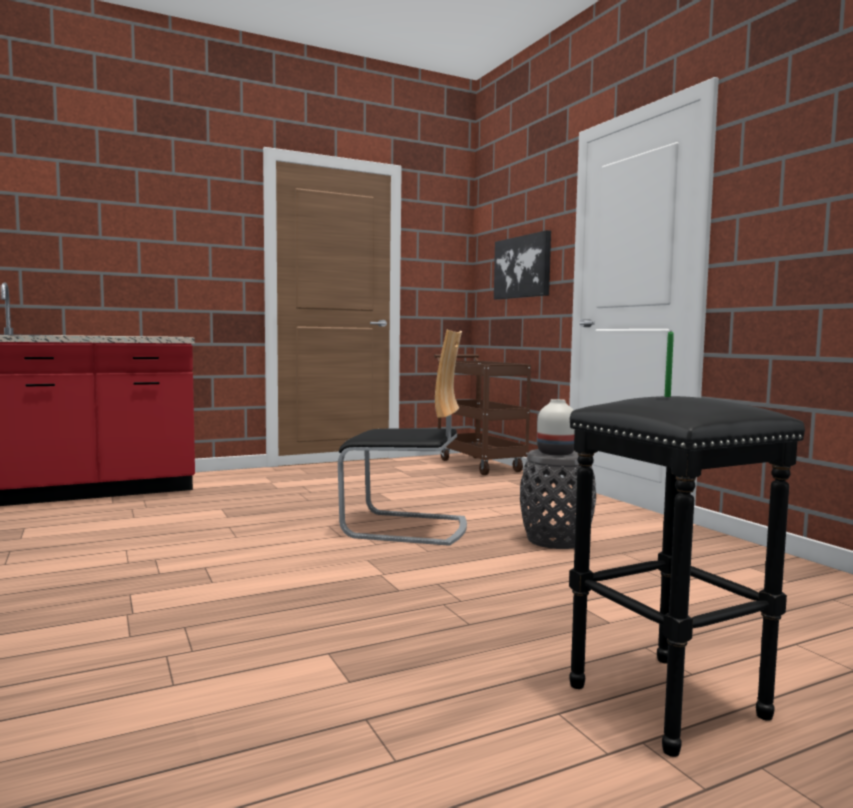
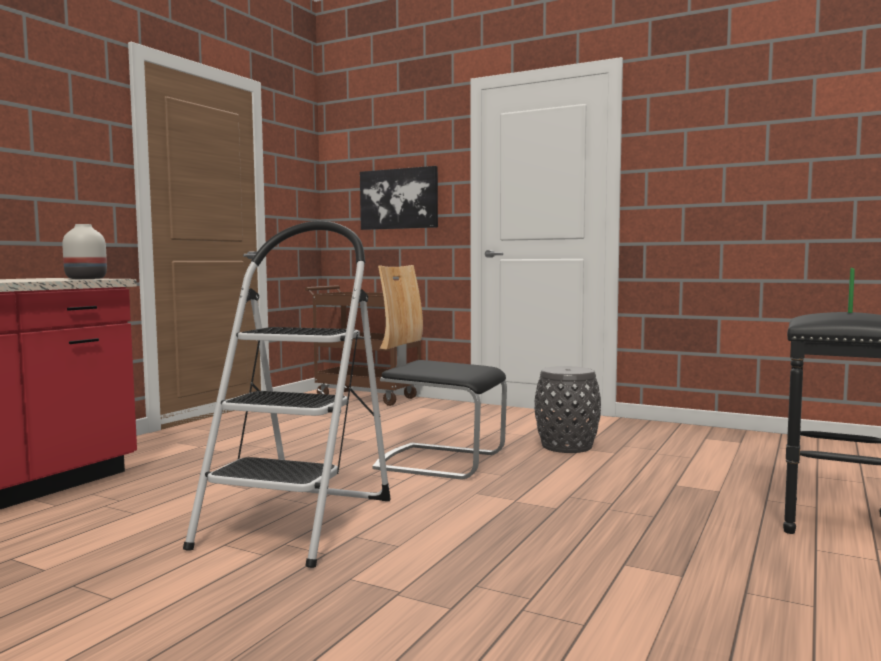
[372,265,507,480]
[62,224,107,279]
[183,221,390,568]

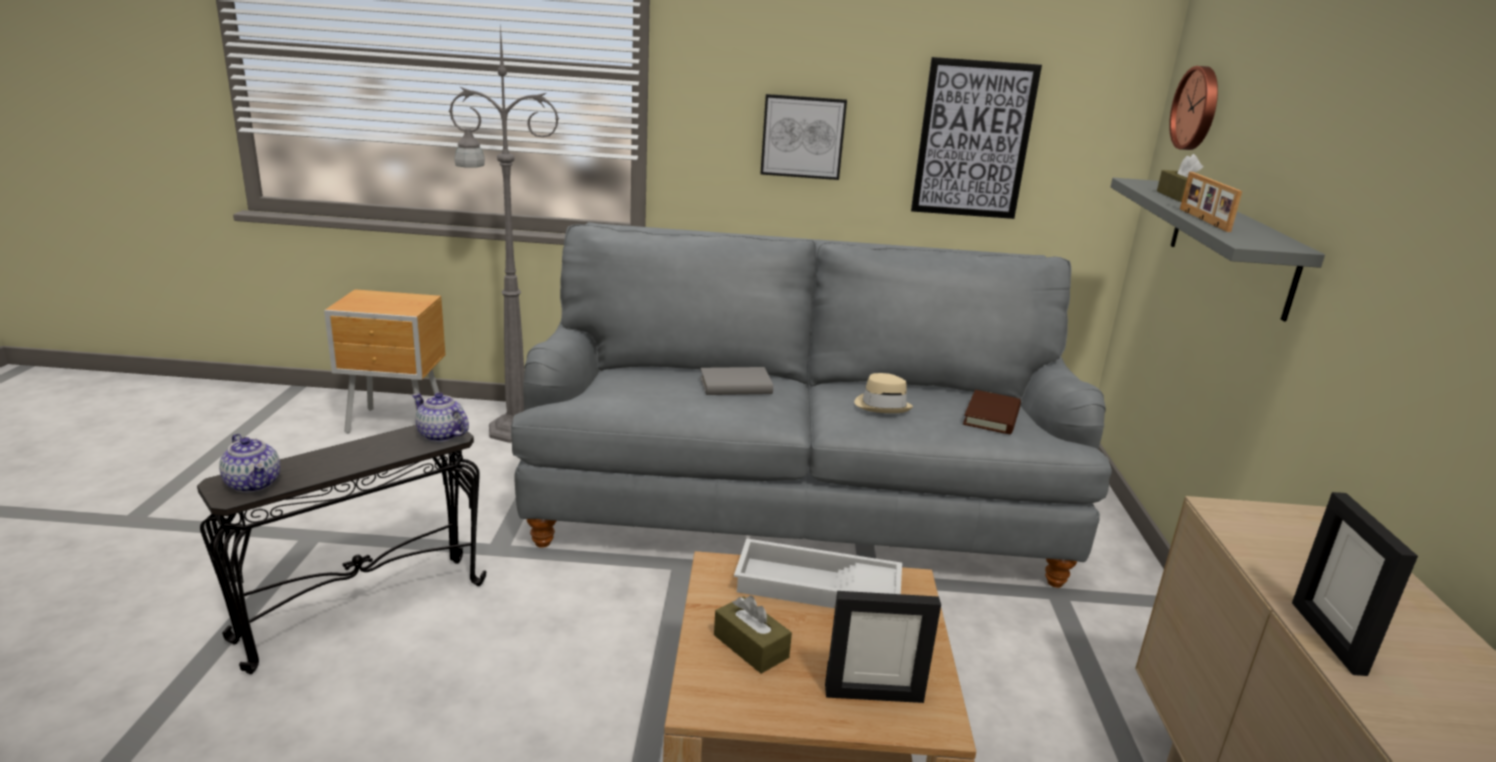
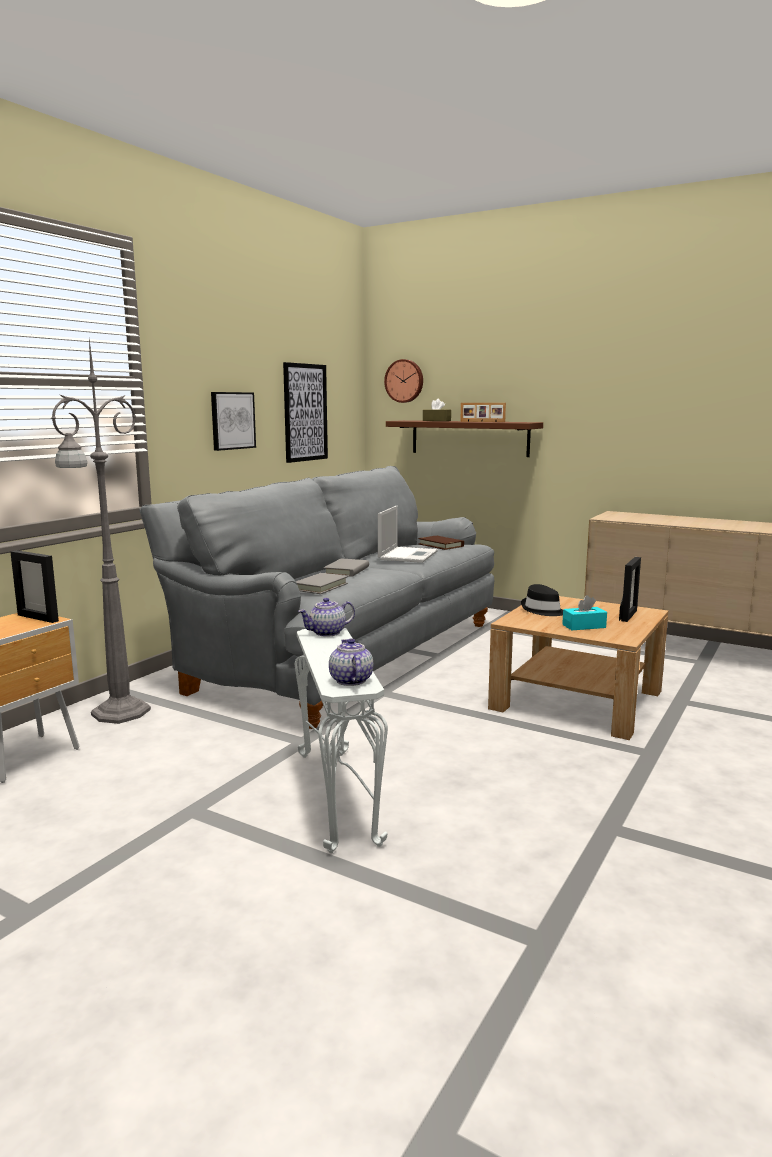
[386,420,543,457]
[378,506,438,563]
[295,628,388,853]
[329,638,373,686]
[10,550,59,623]
[521,584,563,616]
[562,595,607,630]
[296,573,348,594]

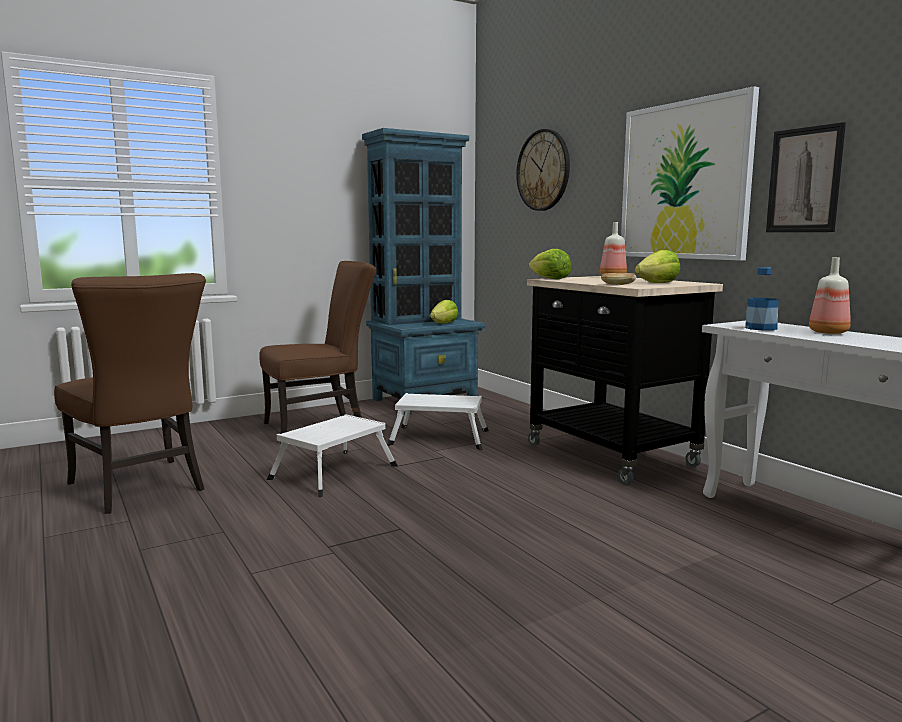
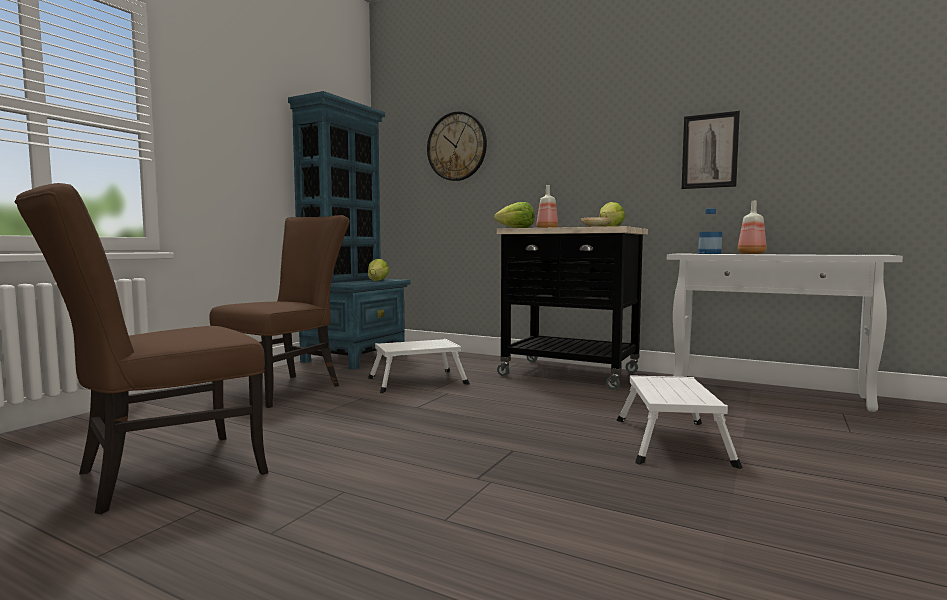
[621,86,759,261] (first image)
[15,183,268,514]
[616,375,743,469]

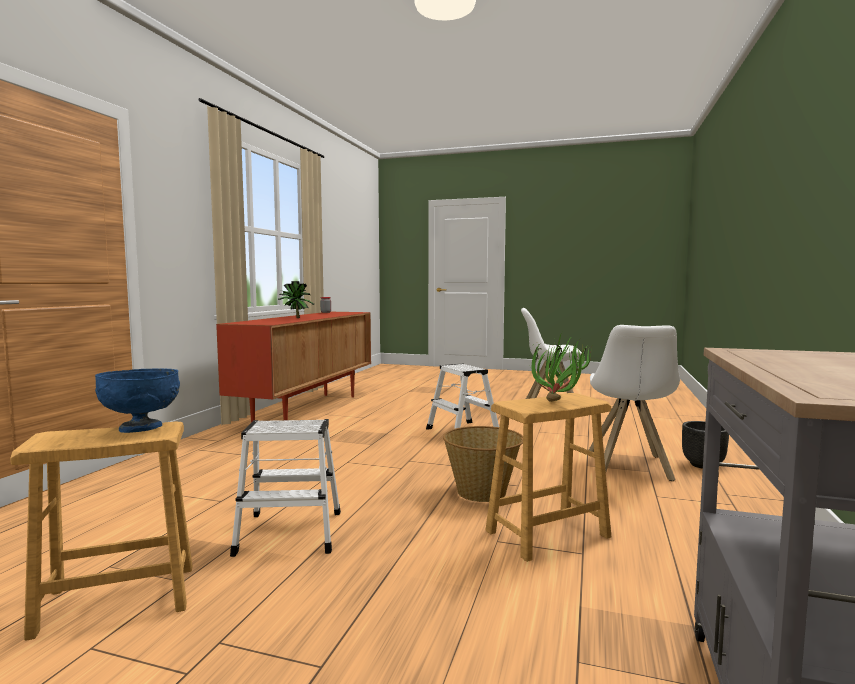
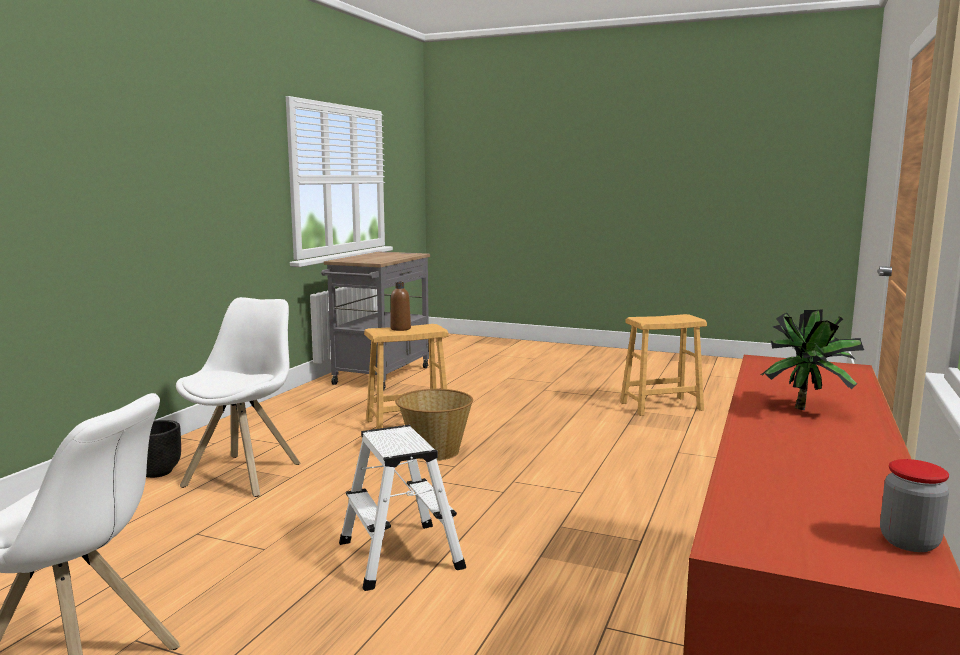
[390,282,411,331]
[95,368,180,433] (first image)
[230,419,341,557] (first image)

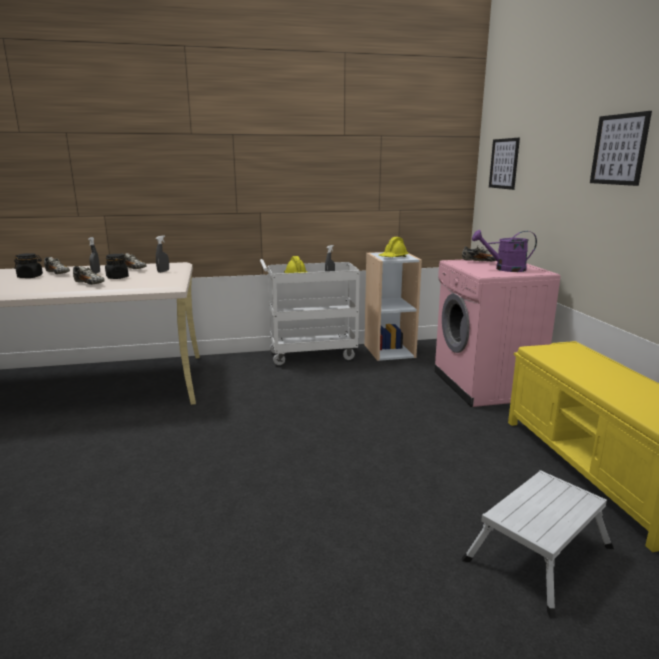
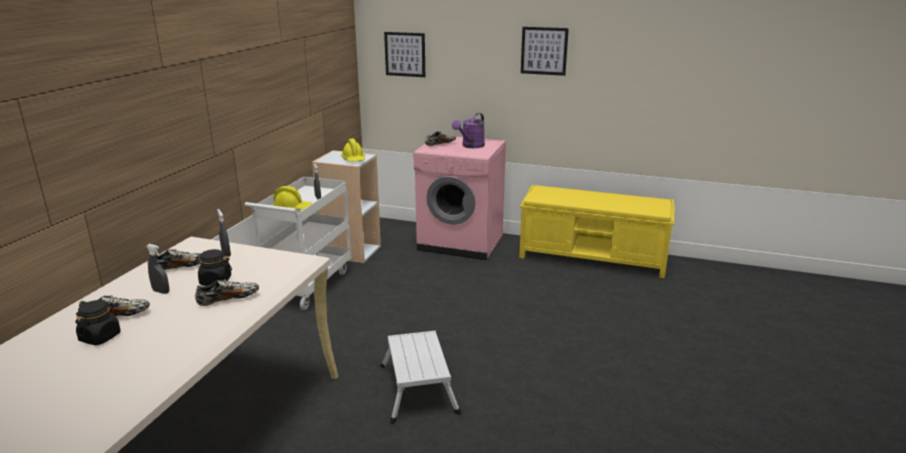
[380,331,462,424]

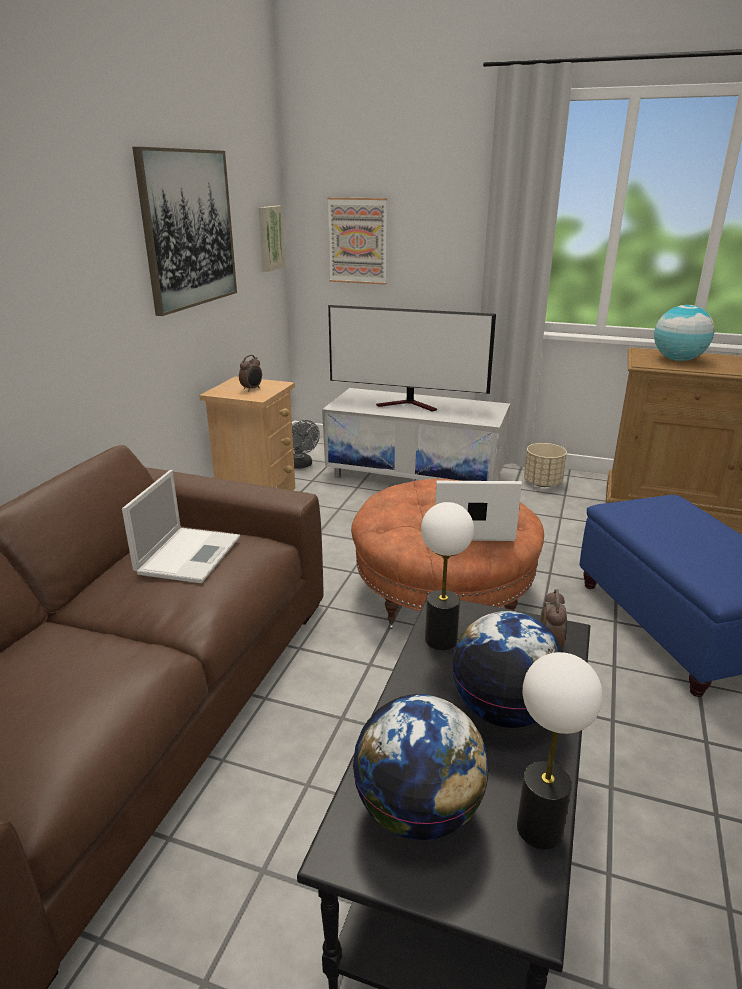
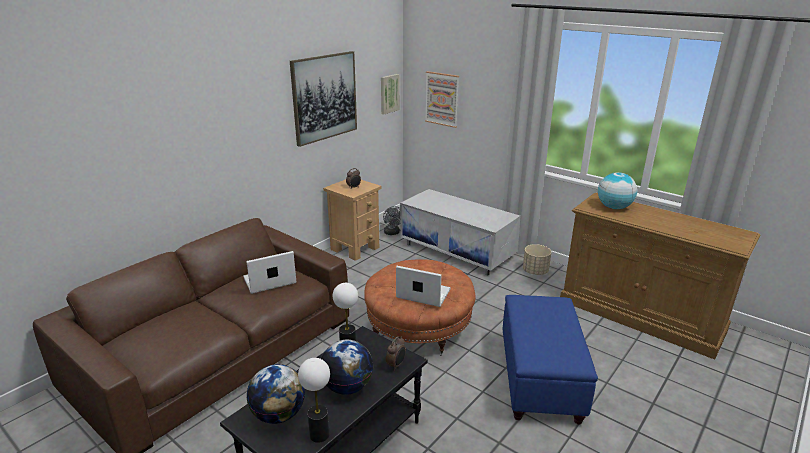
[328,305,496,412] (first image)
[243,251,296,294]

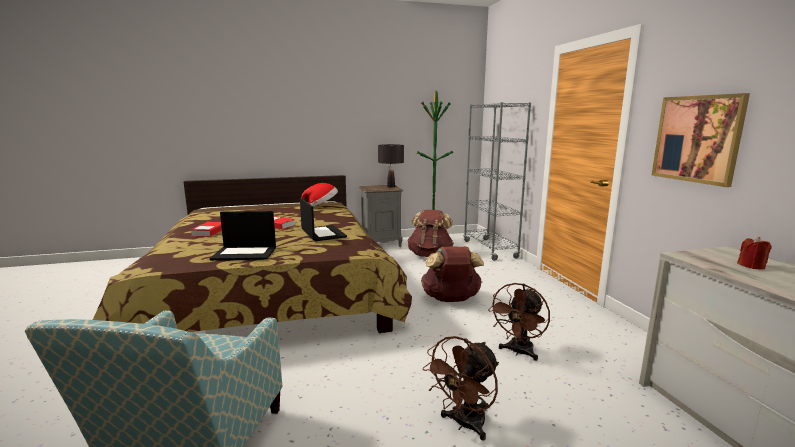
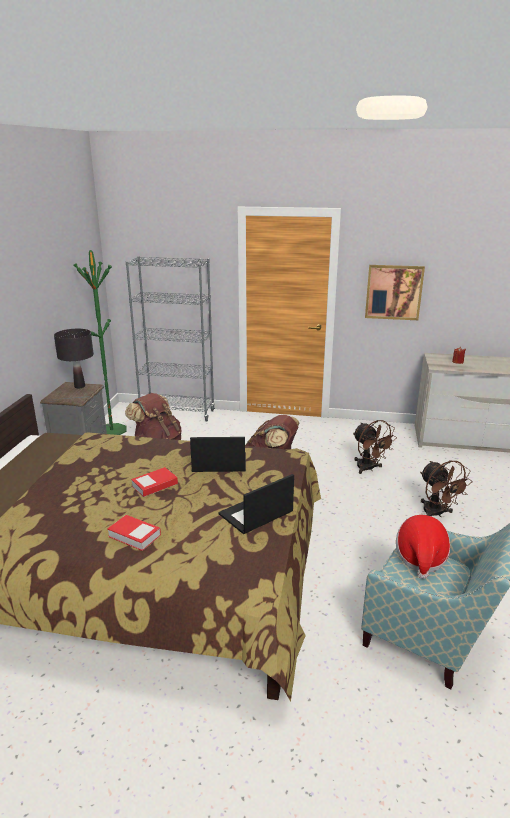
[396,515,450,579]
[218,474,294,534]

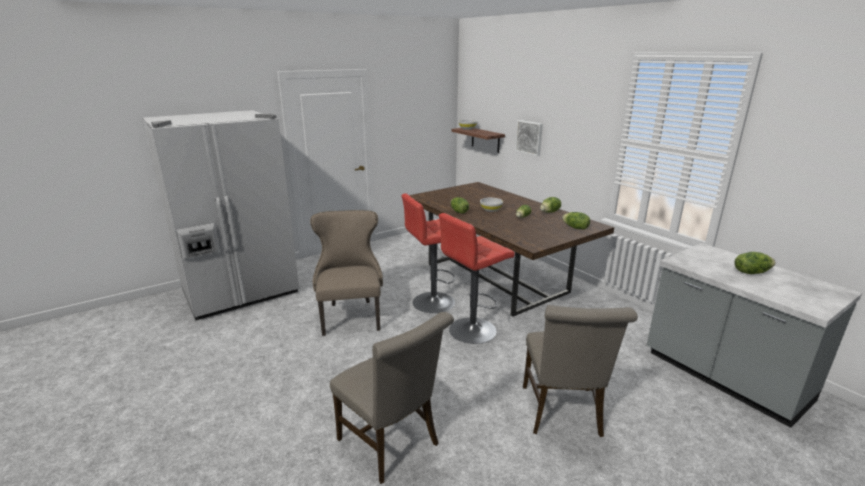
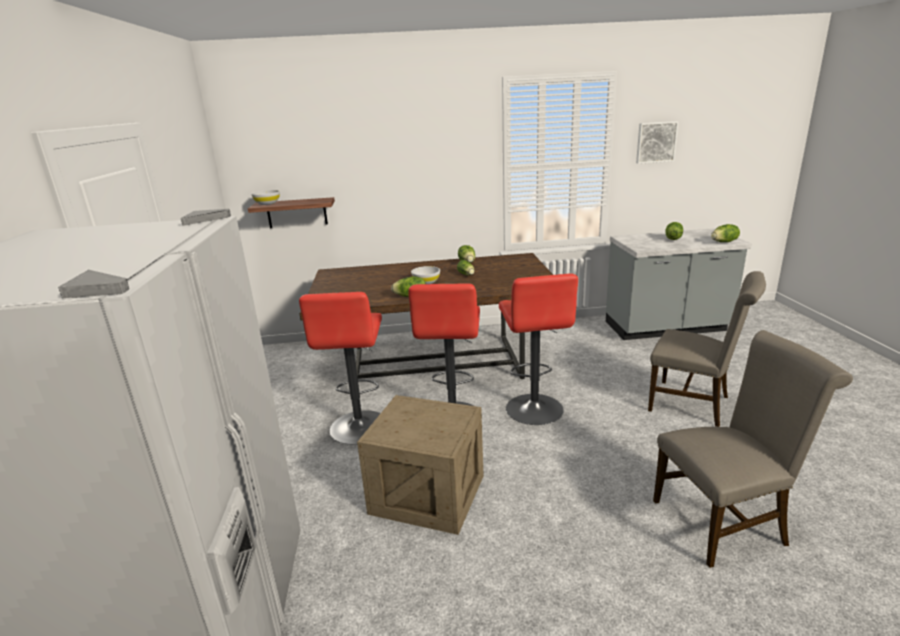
[636,121,678,164]
[357,395,484,535]
[711,224,740,242]
[299,292,382,444]

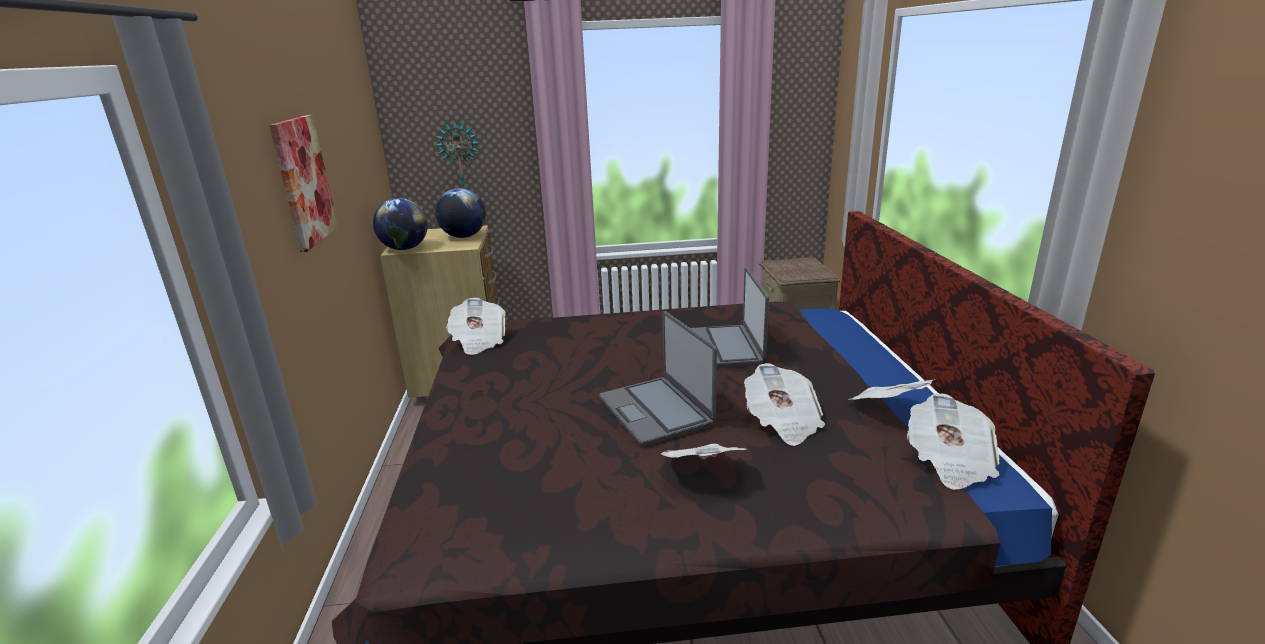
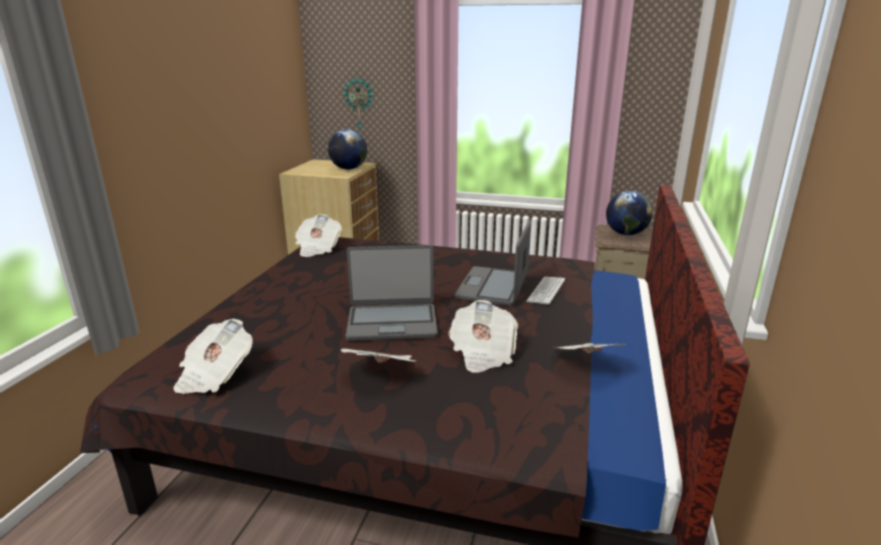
[269,115,338,252] (first image)
[606,191,653,235]
[346,245,438,341]
[173,319,253,394]
[526,277,565,305]

